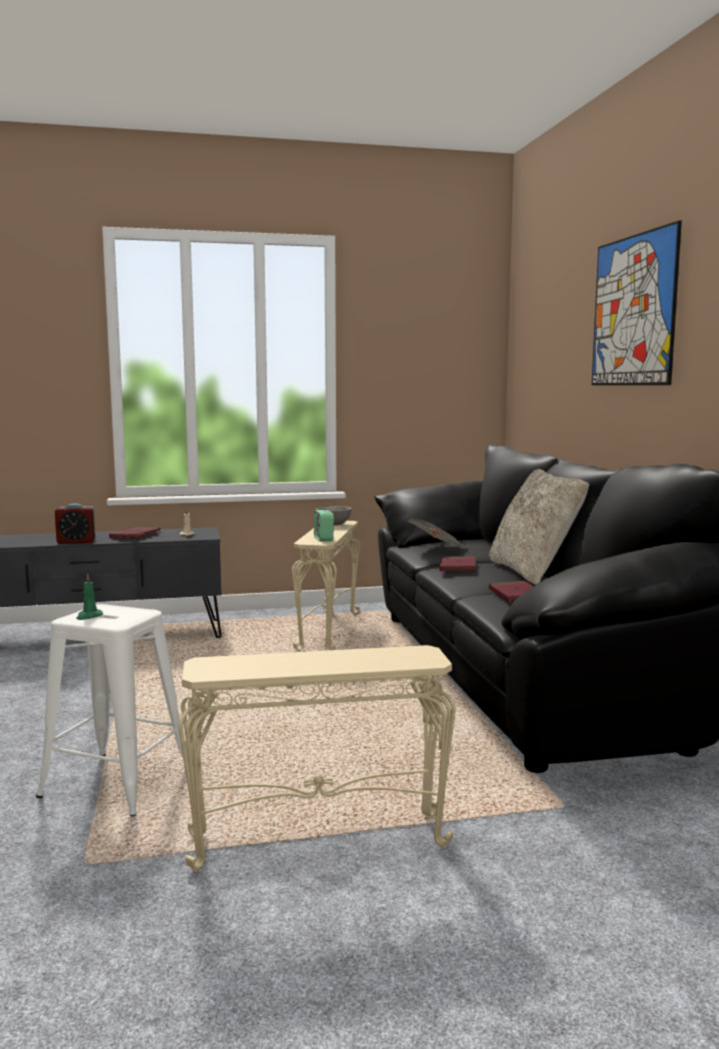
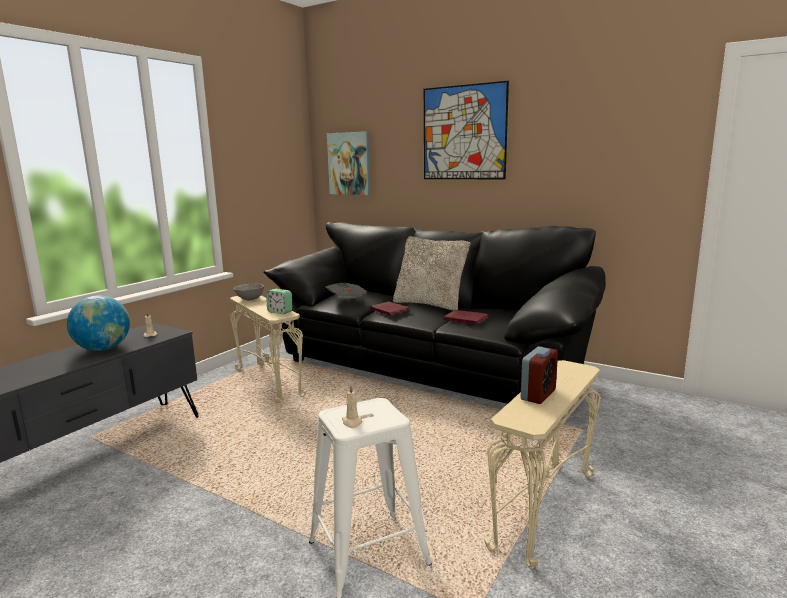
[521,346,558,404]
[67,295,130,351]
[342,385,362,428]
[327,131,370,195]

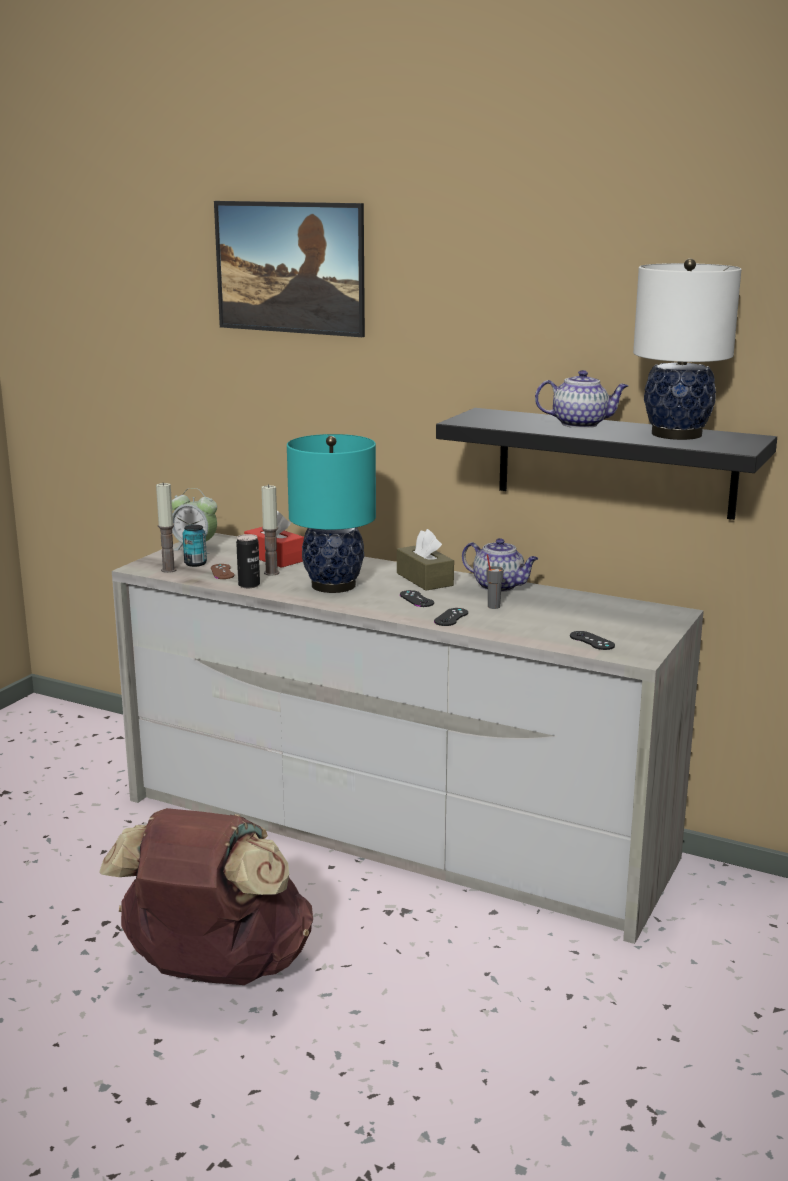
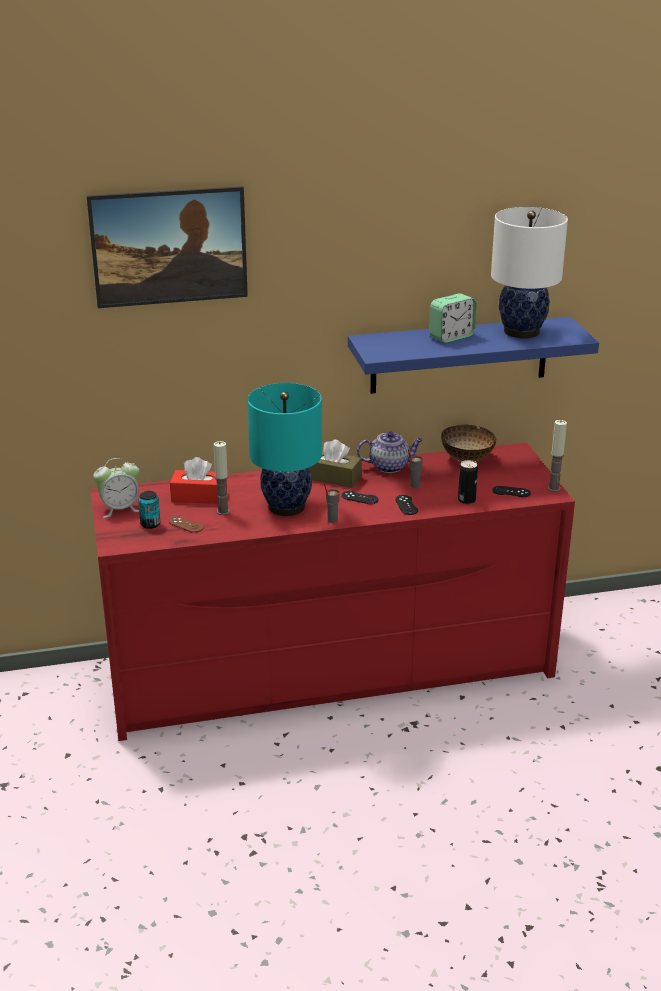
[429,293,476,343]
[348,317,599,394]
[548,420,567,492]
[90,443,575,741]
[458,460,478,504]
[99,808,313,985] (first image)
[441,425,496,462]
[324,484,340,523]

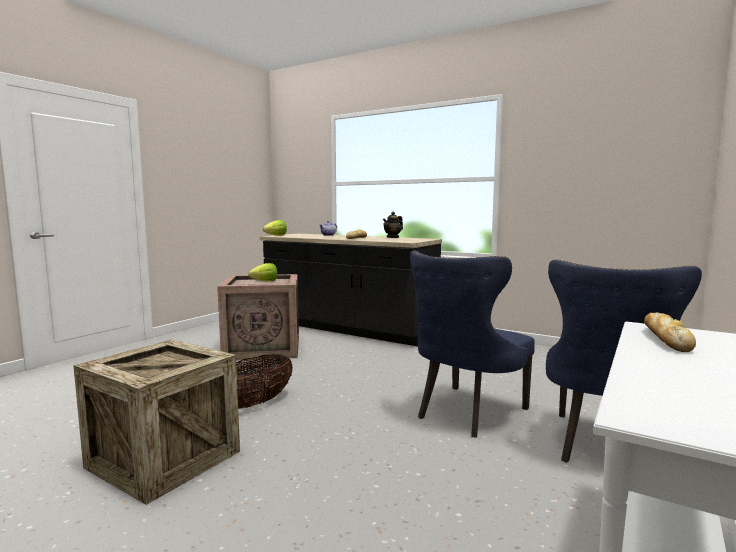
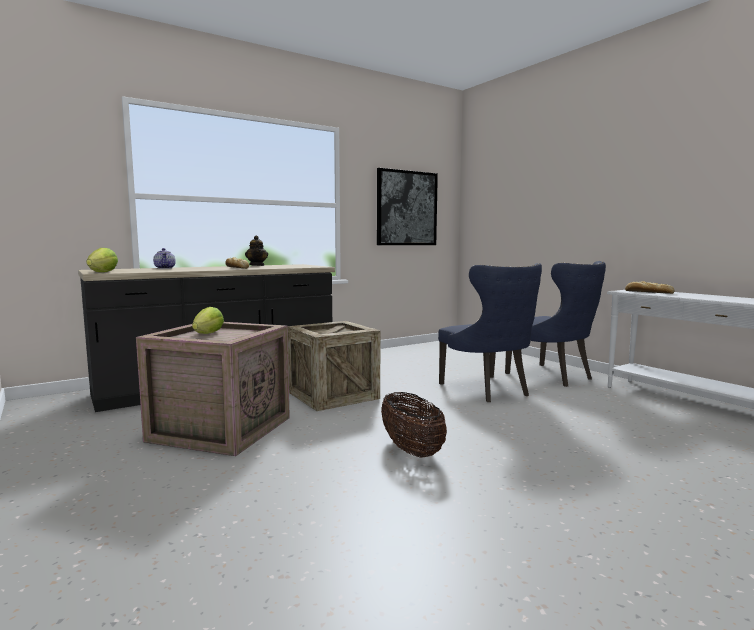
[287,321,380,411]
[377,168,438,245]

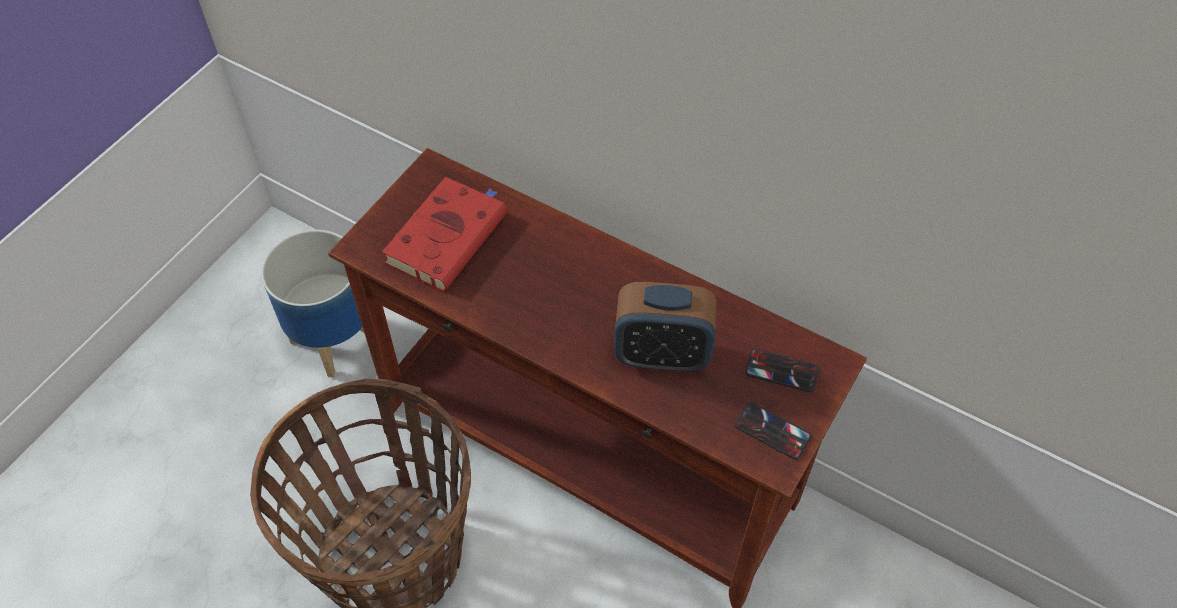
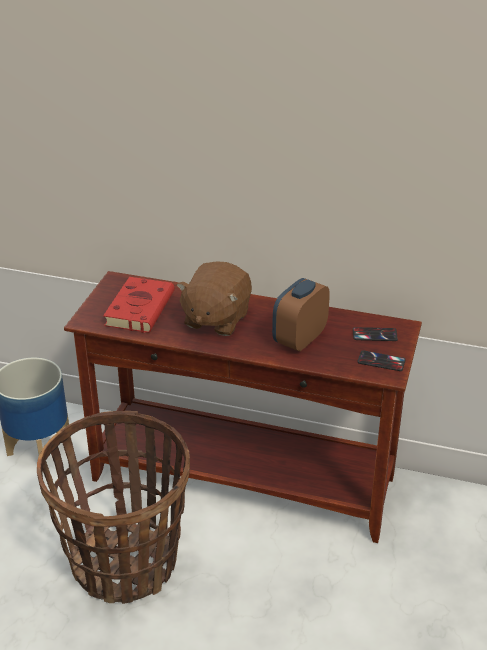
[272,278,330,352]
[177,262,252,336]

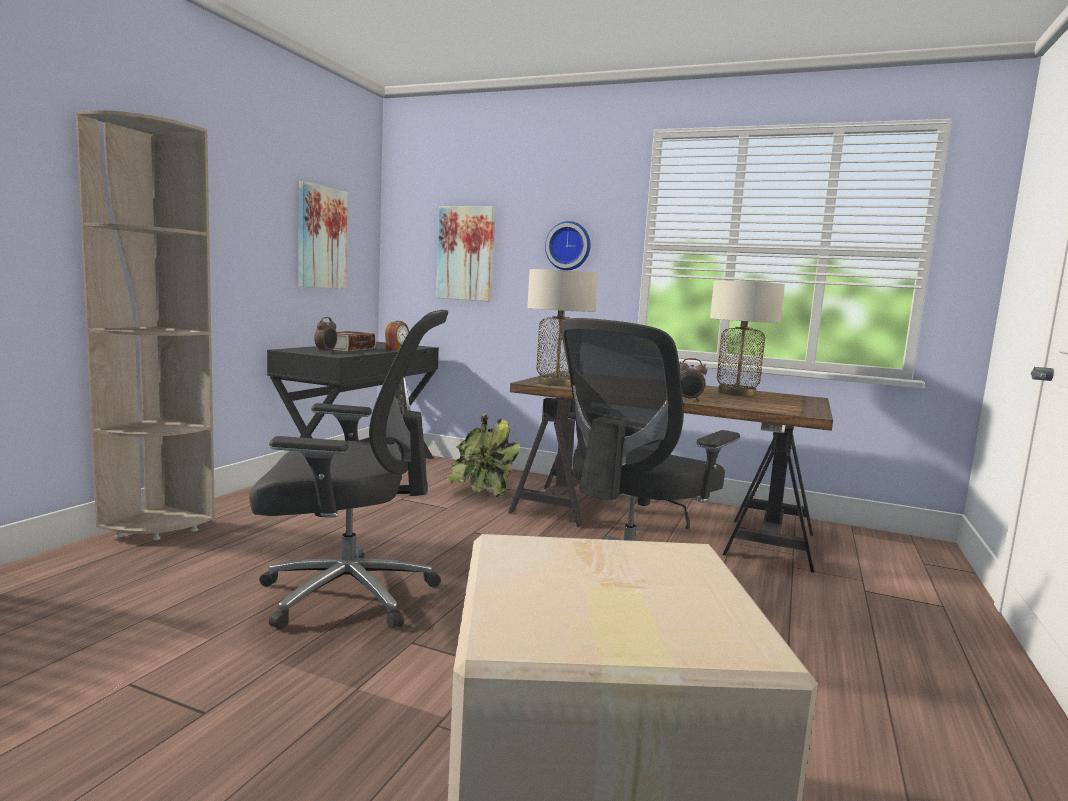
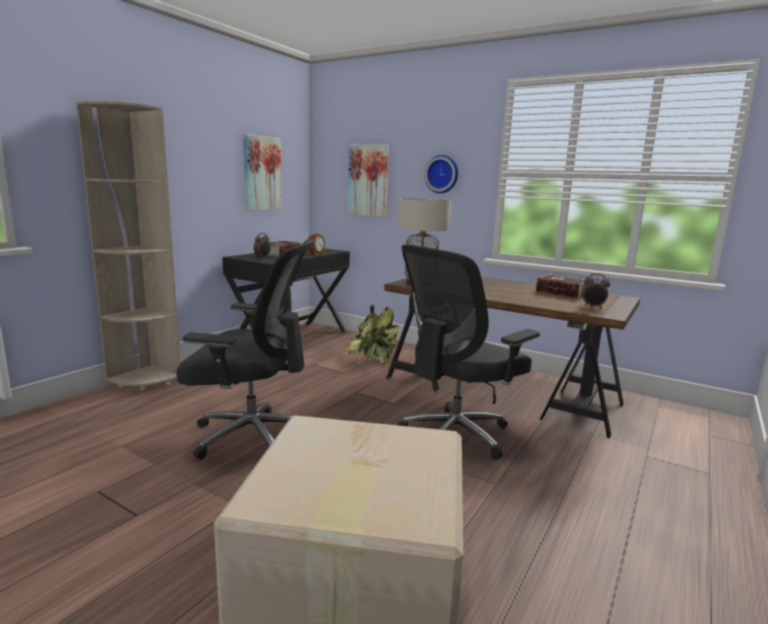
[535,274,586,299]
[582,274,610,308]

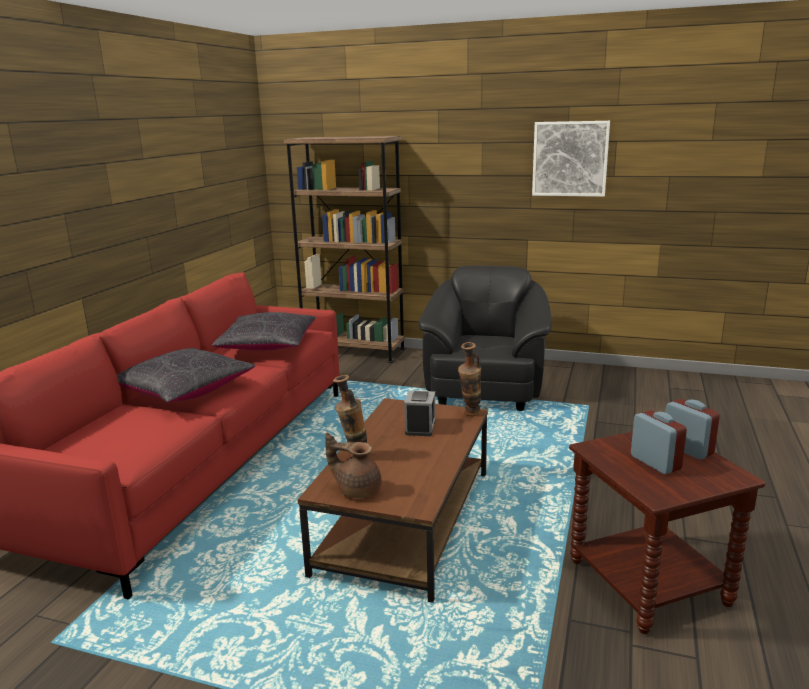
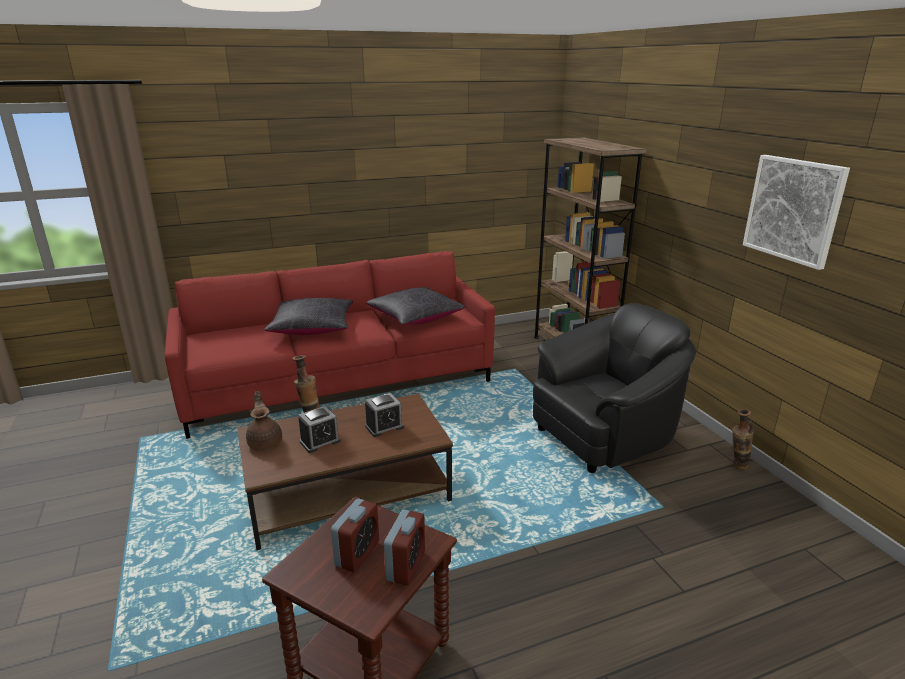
[732,409,754,470]
[299,406,341,453]

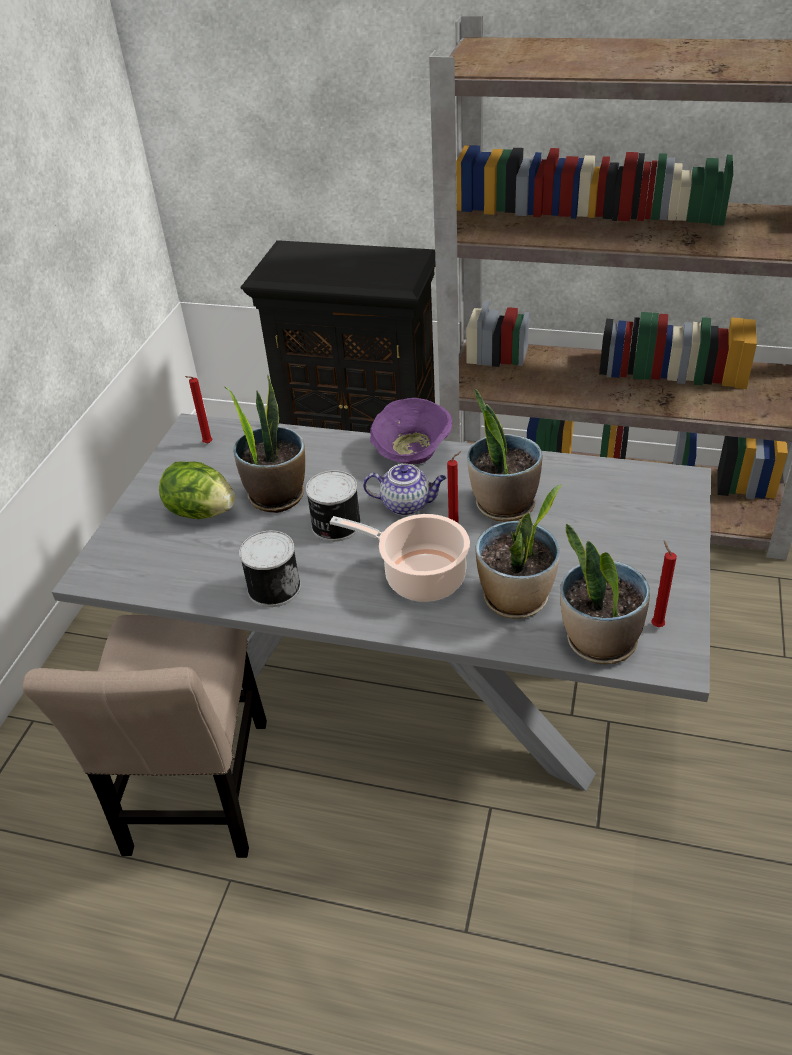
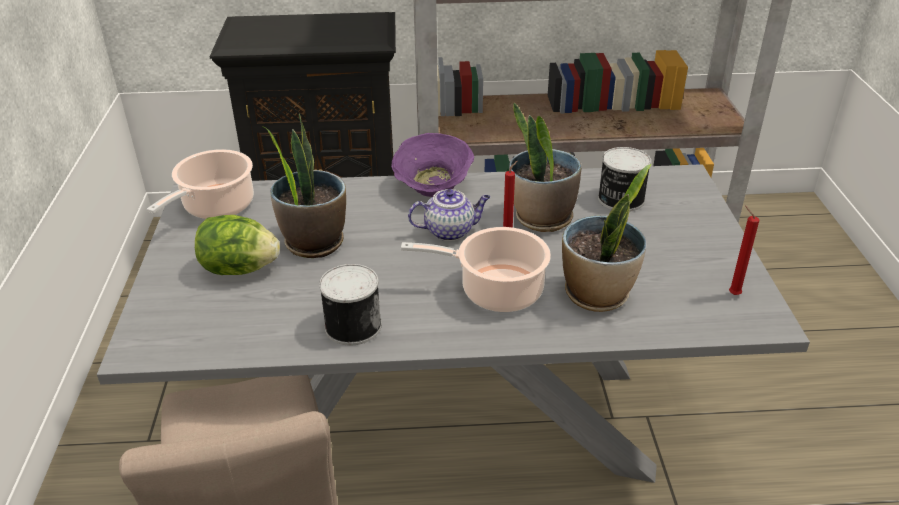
[147,149,254,219]
[598,147,651,212]
[560,524,650,664] (first image)

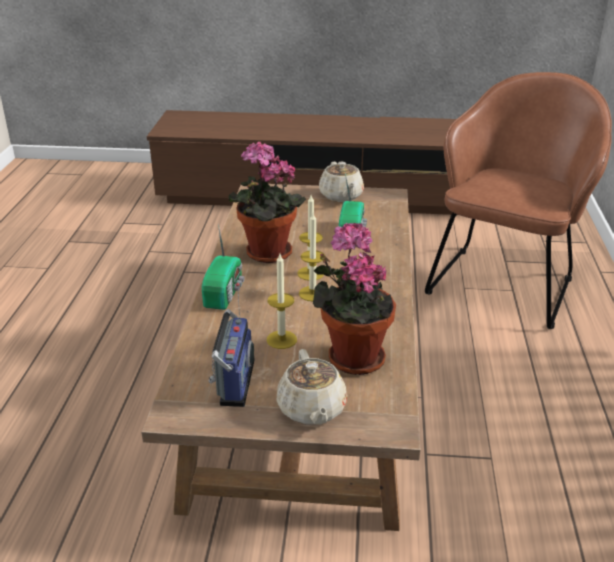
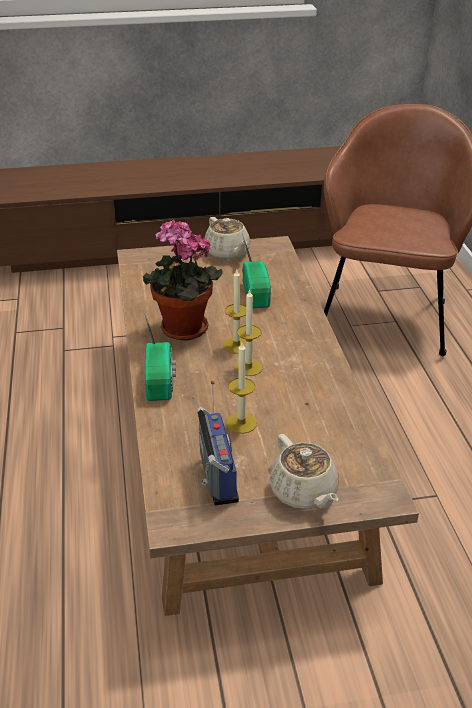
[313,223,396,375] (first image)

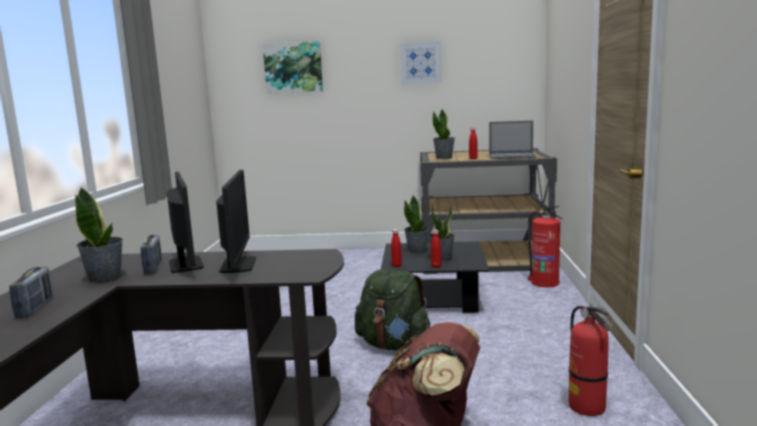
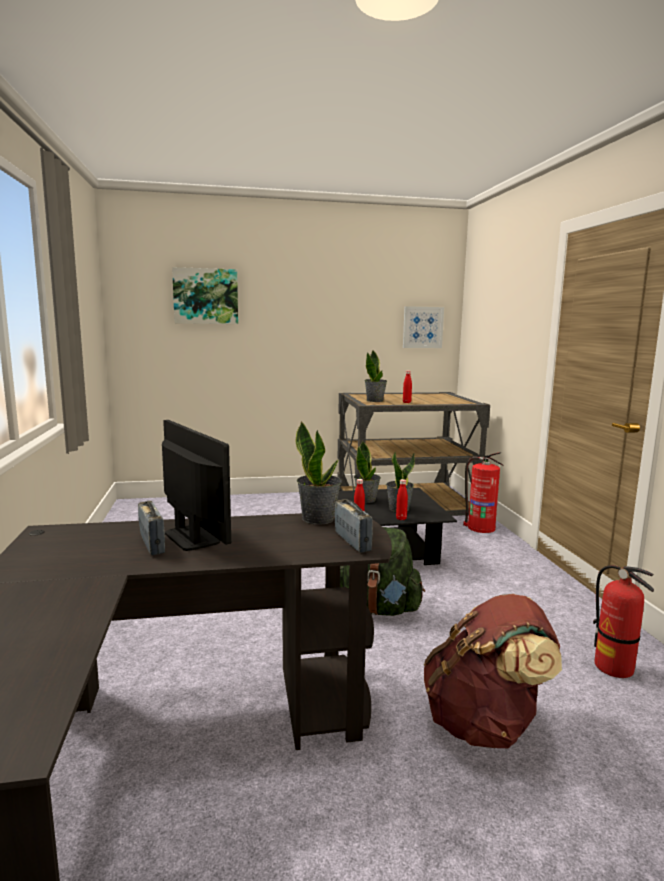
[403,306,444,348]
[489,121,536,159] (first image)
[216,170,256,273] (first image)
[296,421,342,525]
[335,499,373,553]

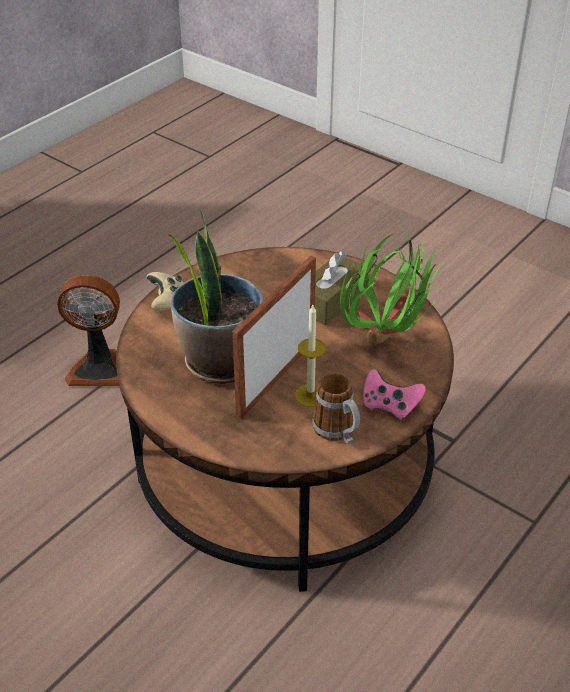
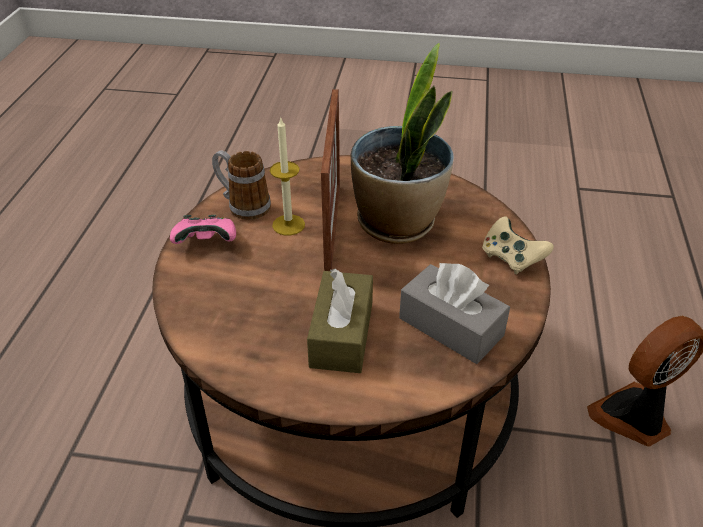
[340,231,446,345] (first image)
[399,262,510,364]

